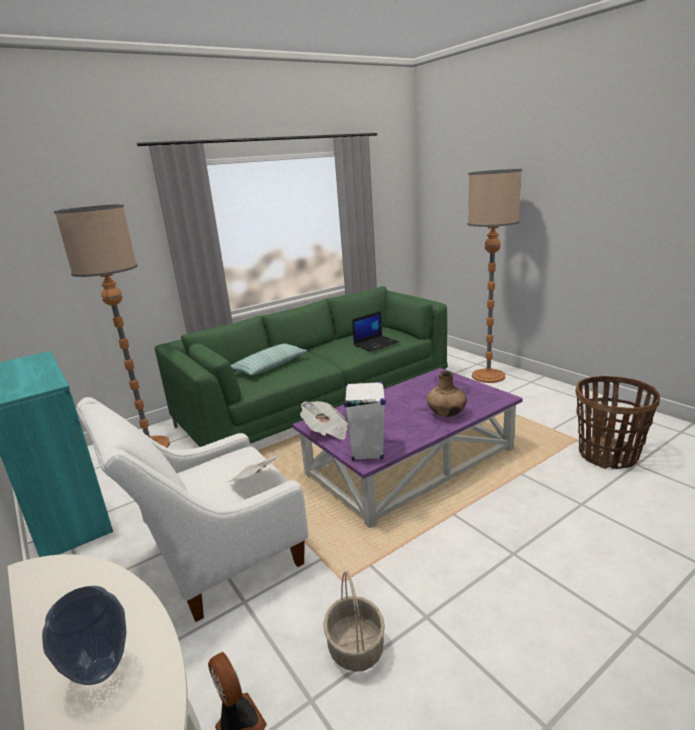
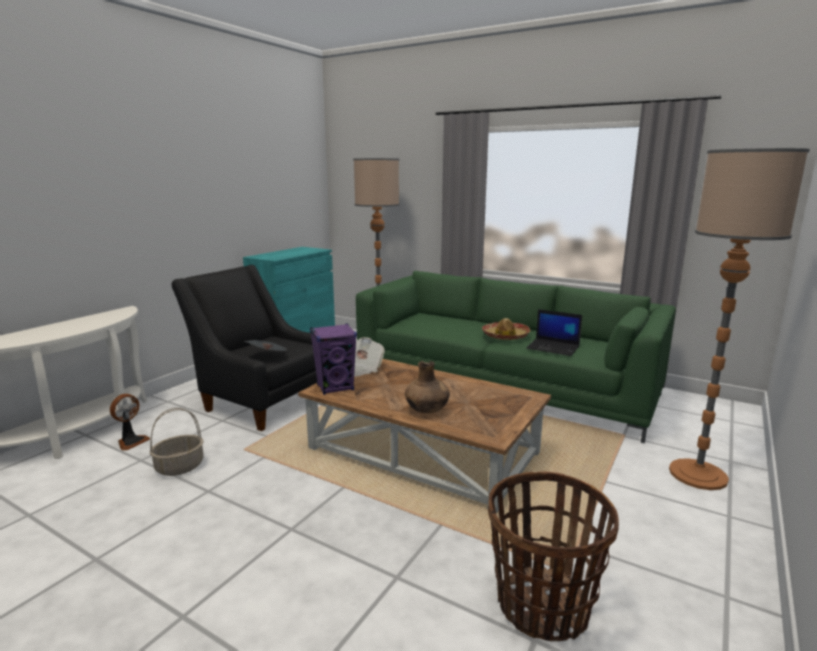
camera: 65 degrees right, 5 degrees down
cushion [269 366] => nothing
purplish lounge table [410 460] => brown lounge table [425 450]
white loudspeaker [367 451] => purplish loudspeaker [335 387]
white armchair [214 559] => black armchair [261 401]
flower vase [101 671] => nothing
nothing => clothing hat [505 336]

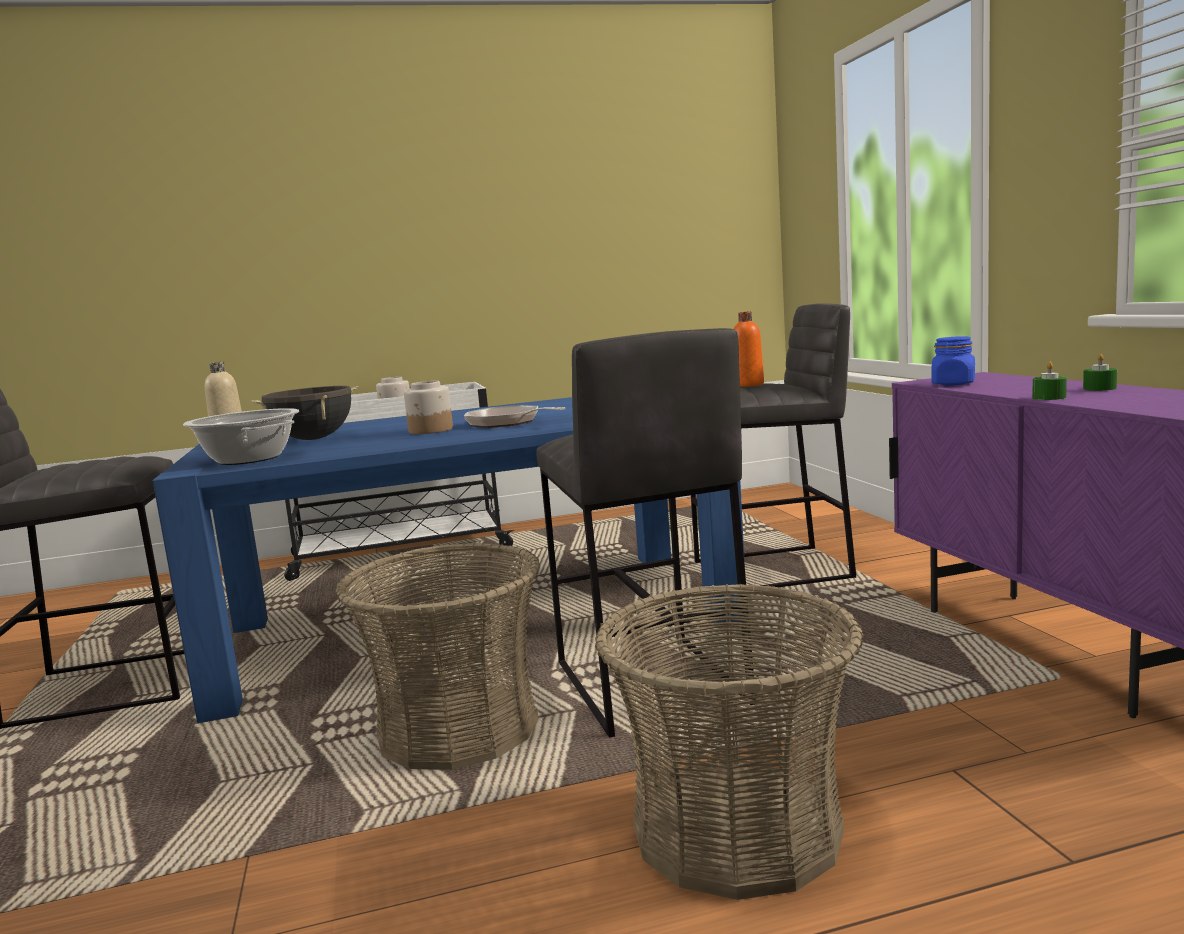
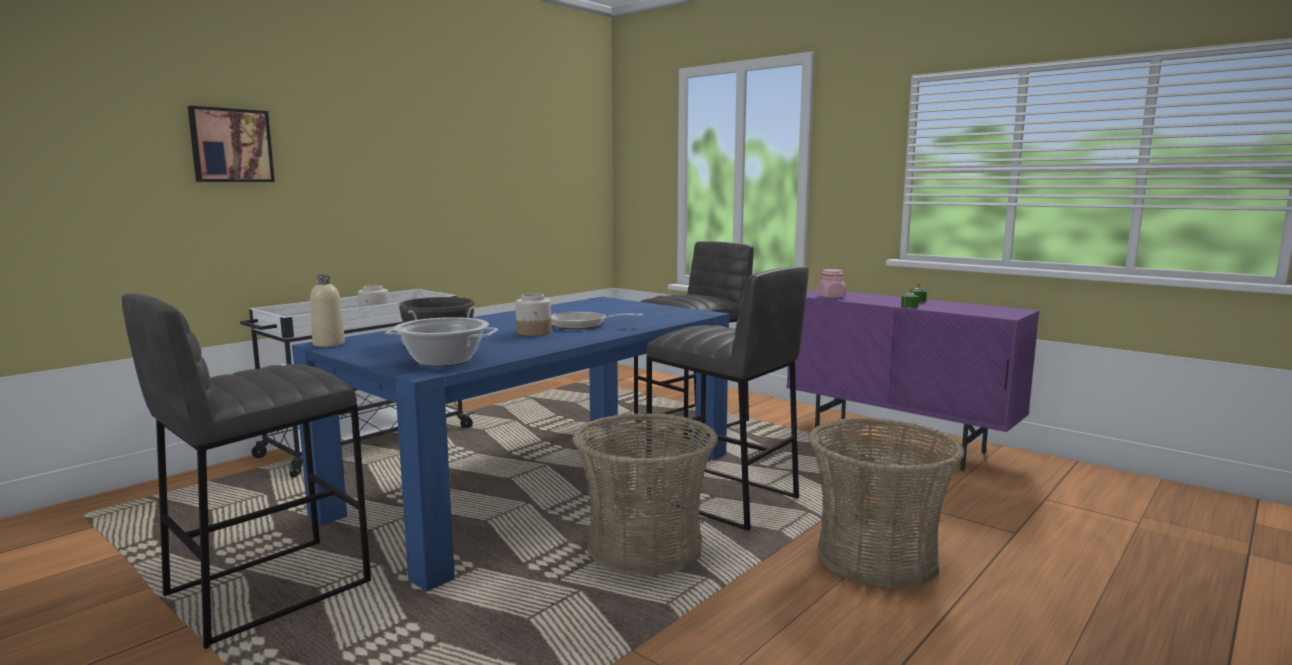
camera: 35 degrees left, 0 degrees up
orange drink bottle [748 385] => nothing
bluish jar [953 384] => pink jar [831 297]
nothing => picture [231 145]

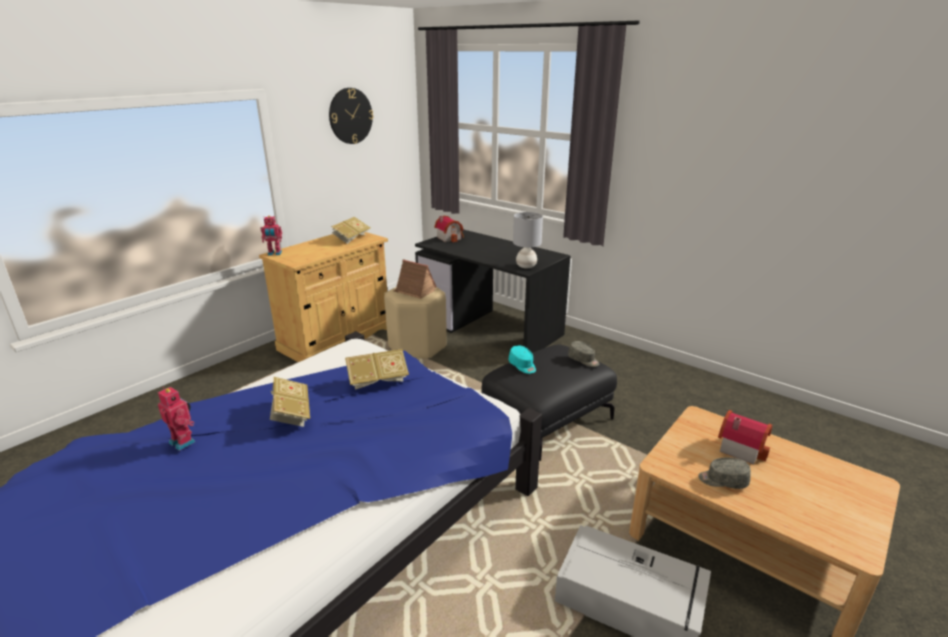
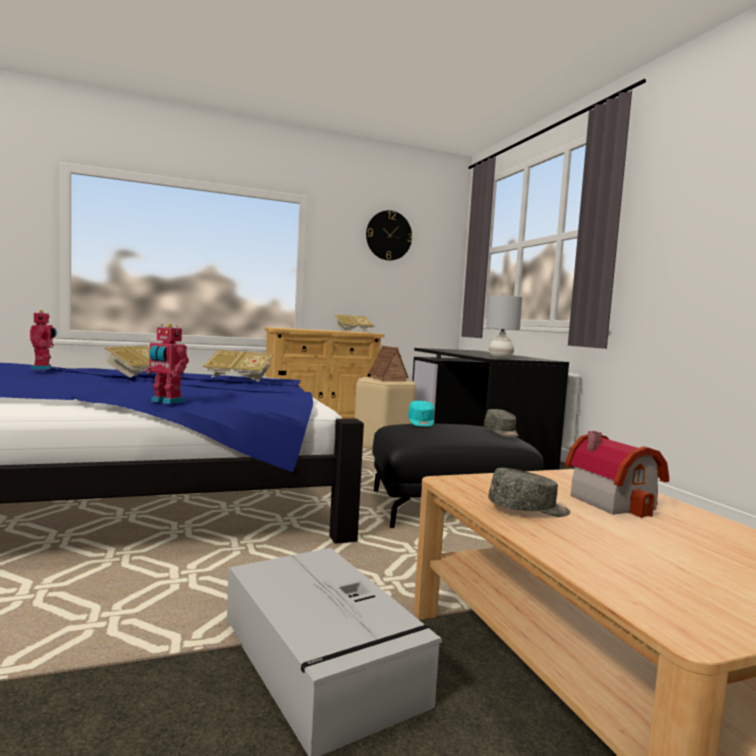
camera: 30 degrees right, 20 degrees down
model house [450 238] => nothing
toy robot [274 254] => toy robot [166 401], shifted
gray cap [723 480] => gray cap [528 509], 135 degrees clockwise

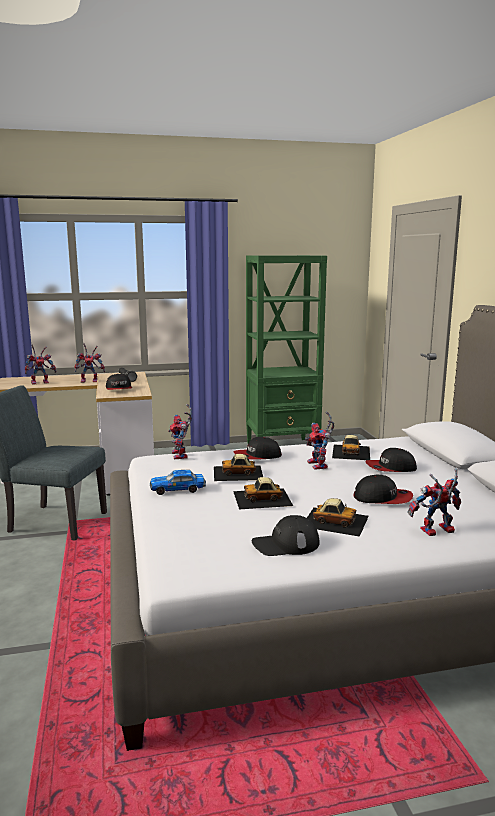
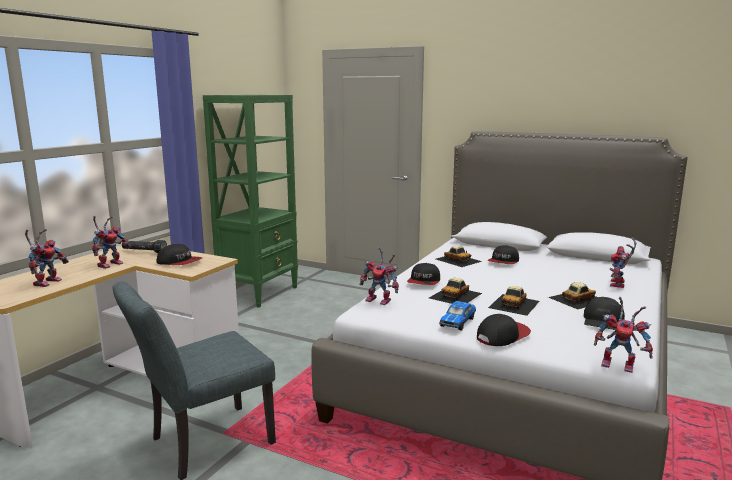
camera: 50 degrees left, 0 degrees up
toy robot [320 466] => toy robot [621 365], shifted
cap [383 498] => cap [502 336], shifted

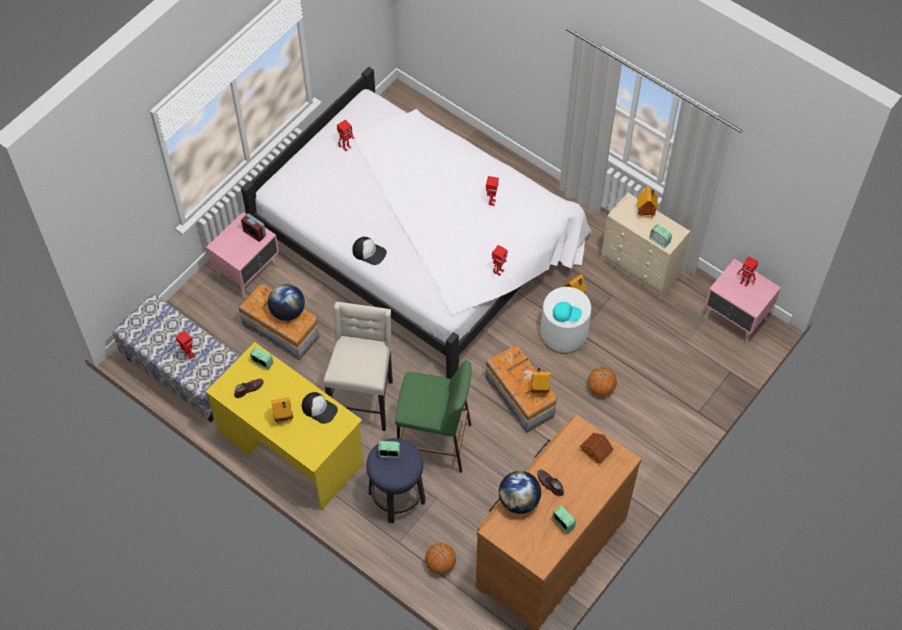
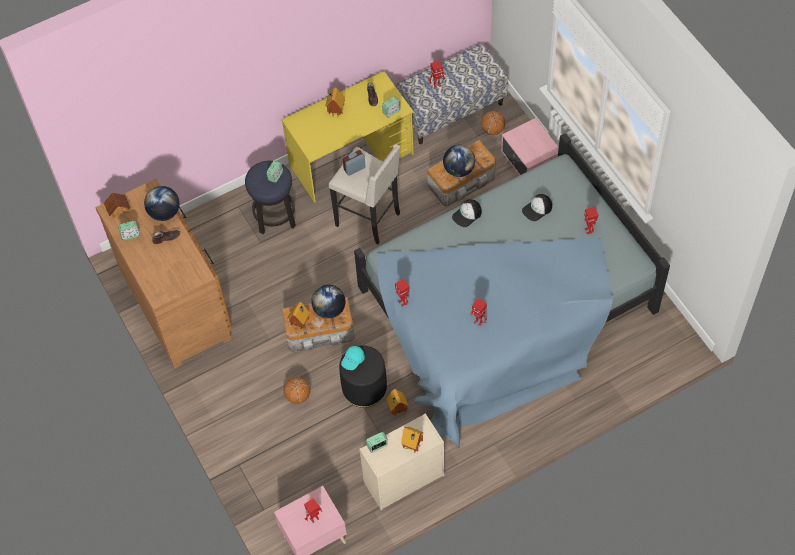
camera: 115 degrees right, 0 degrees up
white sleeping bed [421 244] => bluish sleeping bed [505 309]
bedside clock [254 233] => bedside clock [354 168], shifted
white pouffe [563 333] => black pouffe [364 388]
greenish stool [435 443] => nothing
cap [319 409] => cap [537 209], shifted
model house [595 451] => model house [118 208], shifted
ball for basketball [440 564] => ball for basketball [493 130], shifted
nothing => desk globe [329 310]

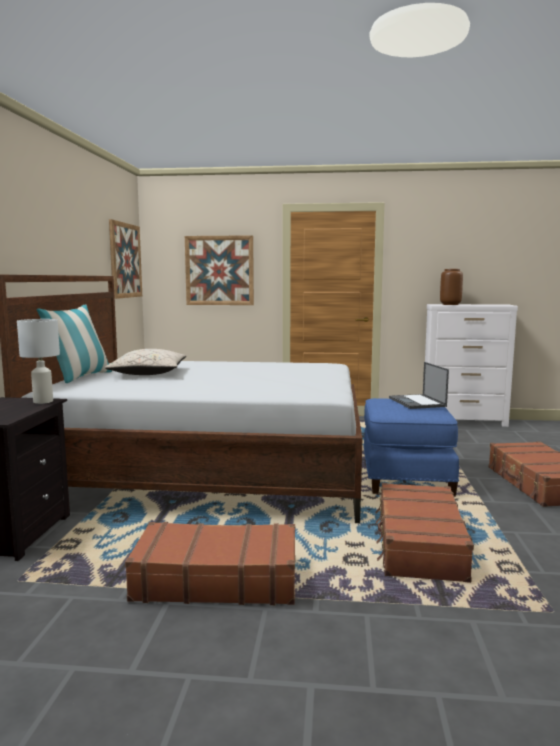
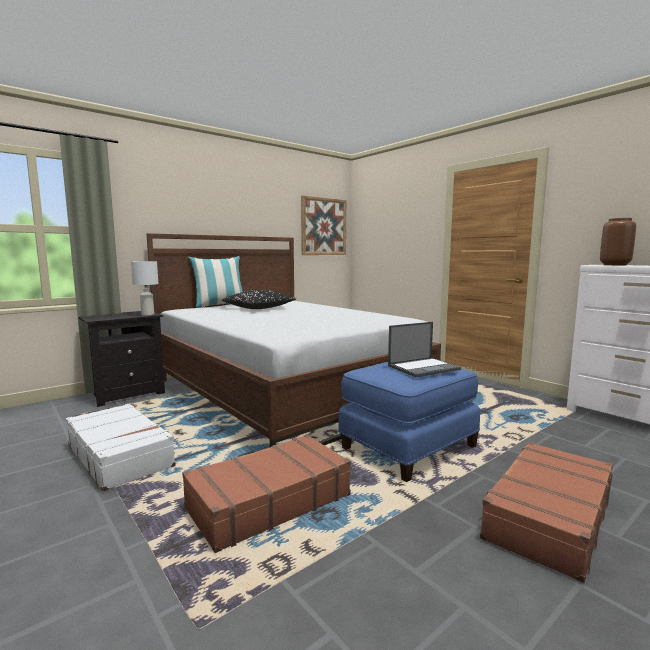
camera: 45 degrees right, 0 degrees up
picture [219 270] => nothing
beige-coloured cushion [148 373] => black cushion [259 308]
notebook computer [417 402] => notebook computer [424 367], 150 degrees counterclockwise
brown suitcase [216 579] => white suitcase [120 455]

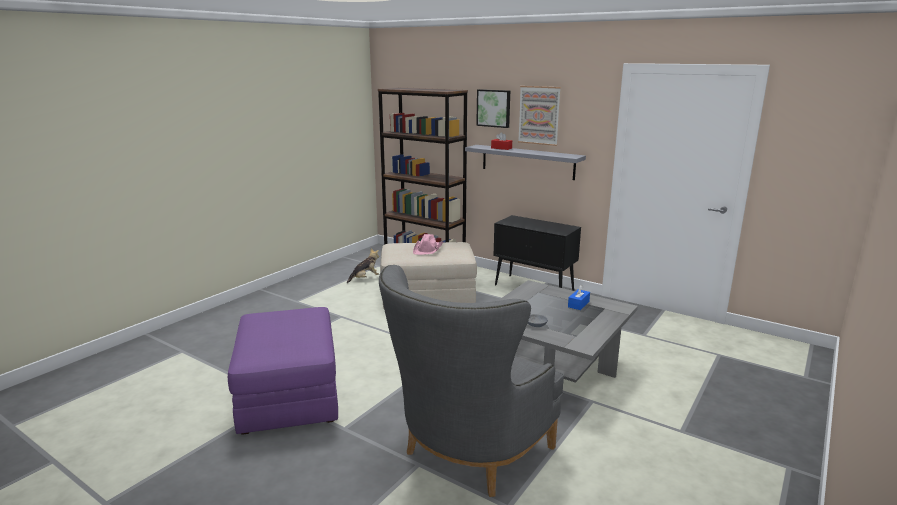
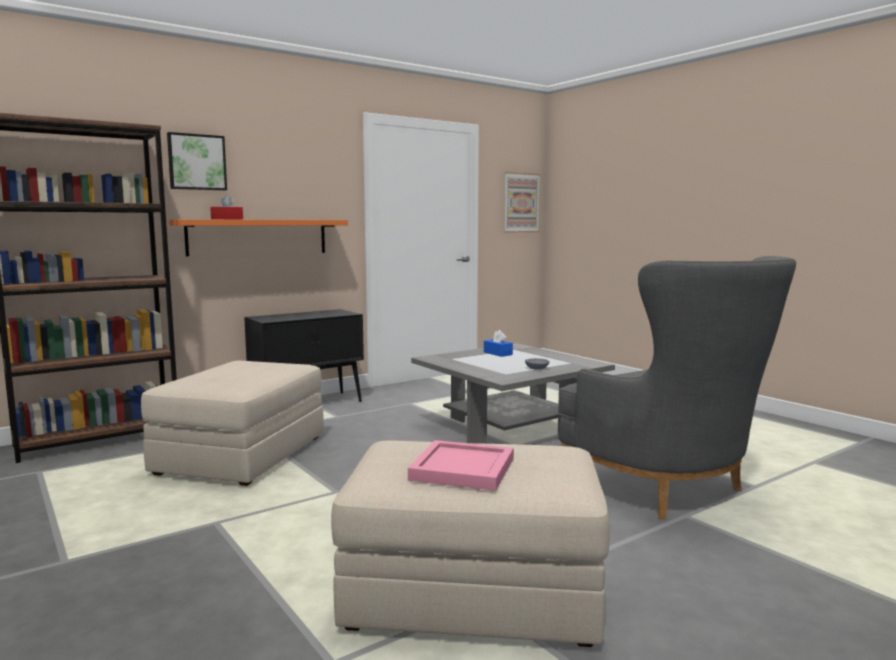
camera: 70 degrees left, 10 degrees down
picture [539 115] => picture [521 202], shifted
gray shelf [527 162] => orange shelf [258 237]
pink clothing hat [428 249] => nothing
cuddly toy [365 278] => nothing
purplish pouffe [289 394] => beige-coloured pouffe [471 591]
nothing => pink carrying tray [463 470]

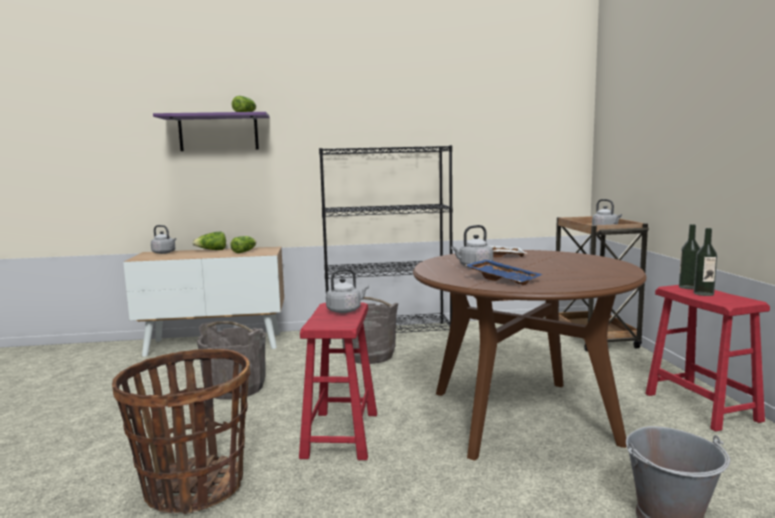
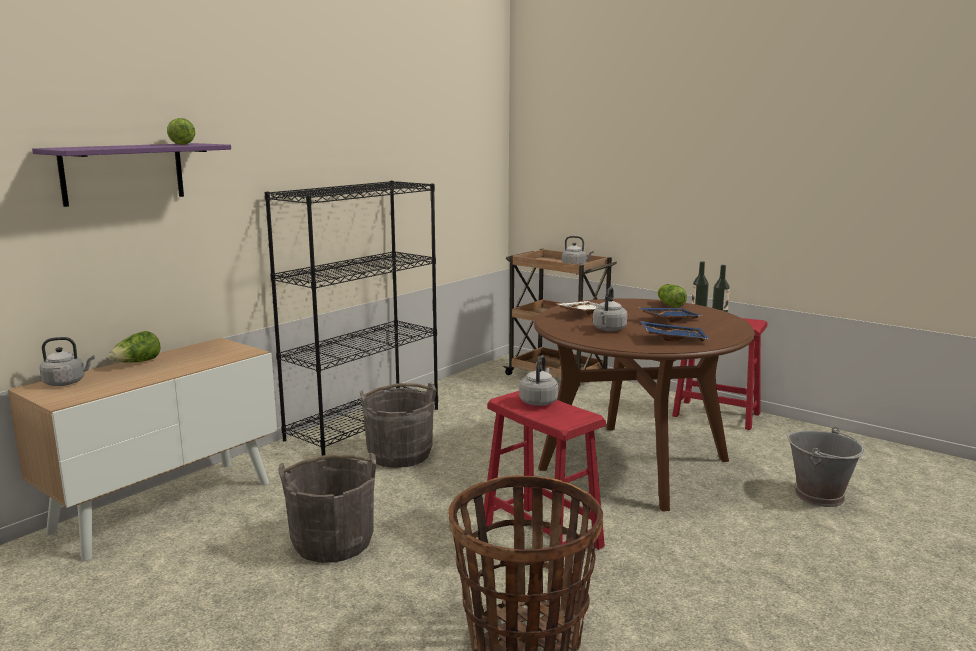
camera: 45 degrees left, 5 degrees up
head of lettuce [245 251] => head of lettuce [669 304], shifted
nothing => bluish carrying tray [669 319]

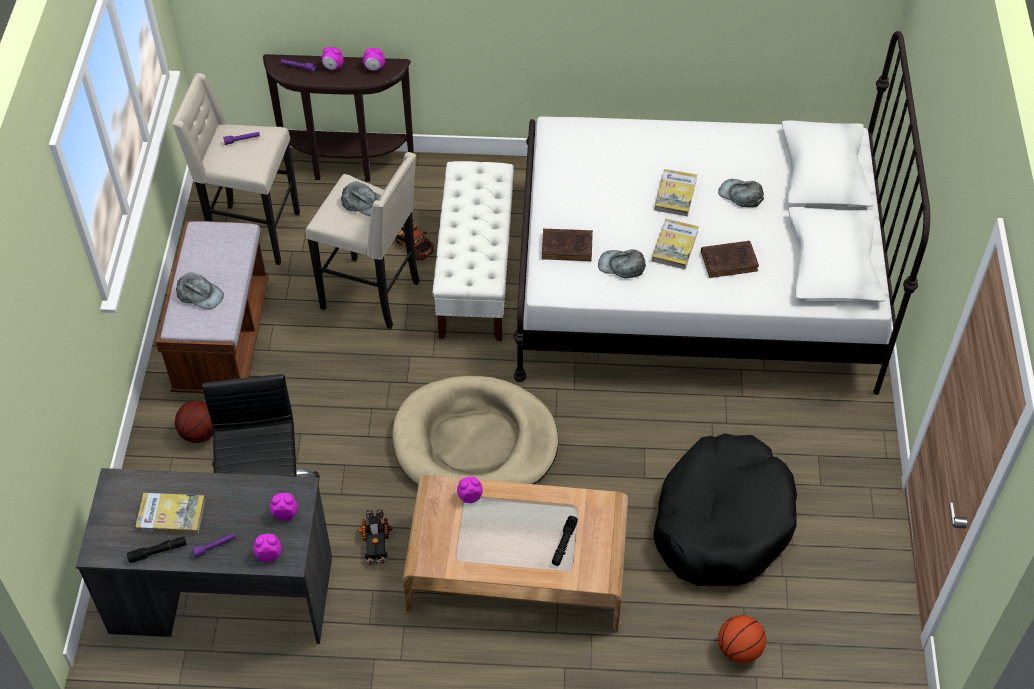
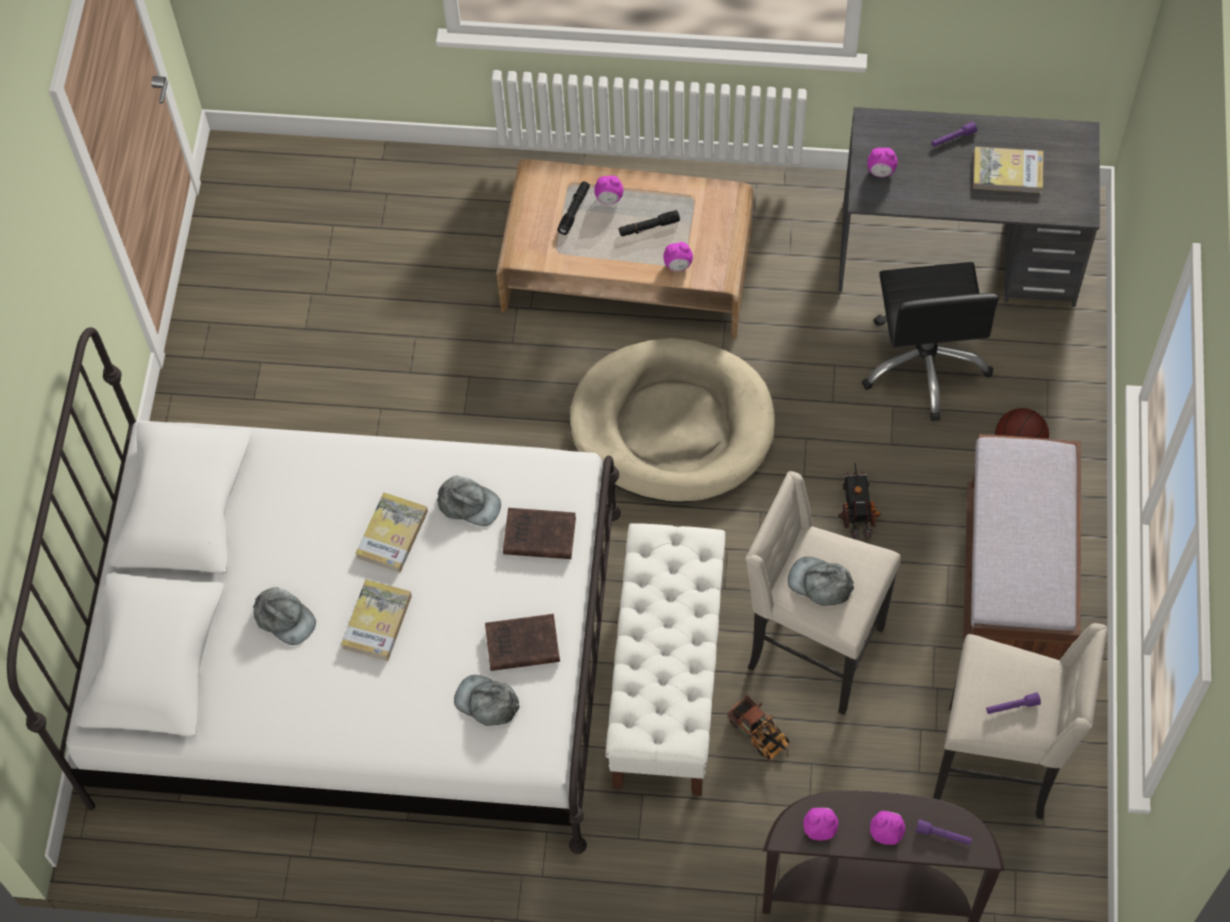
camera: 175 degrees left, 10 degrees up
brown book [730 261] => brown book [520 645], shifted
gray cap [199 295] => gray cap [487 702], shifted
black dog bed [722 521] => nothing
toy lorry [375 542] => toy lorry [858 510], shifted
bedside clock [269 554] => bedside clock [609 198], shifted
black torch [158 552] => black torch [649 227], shifted
ball for basketball [739 650] => nothing

